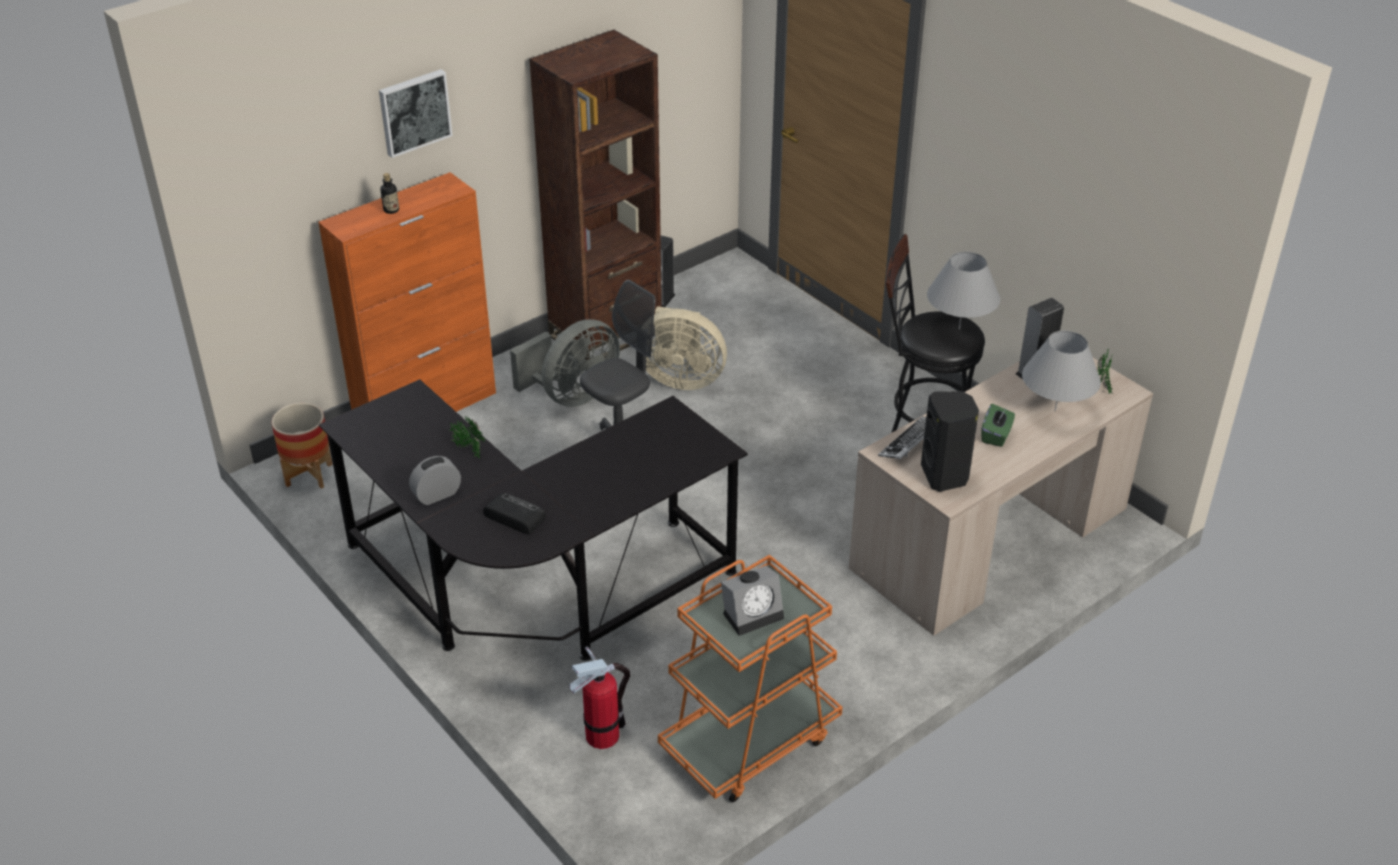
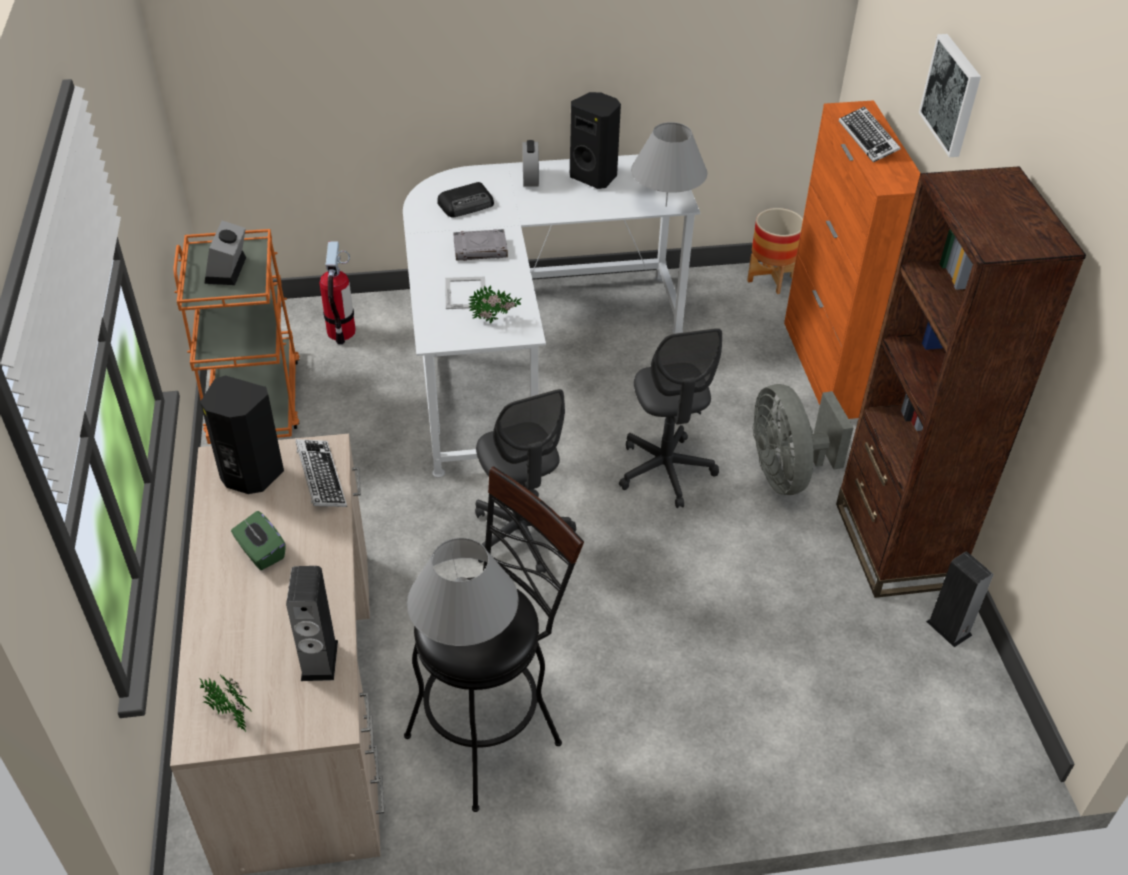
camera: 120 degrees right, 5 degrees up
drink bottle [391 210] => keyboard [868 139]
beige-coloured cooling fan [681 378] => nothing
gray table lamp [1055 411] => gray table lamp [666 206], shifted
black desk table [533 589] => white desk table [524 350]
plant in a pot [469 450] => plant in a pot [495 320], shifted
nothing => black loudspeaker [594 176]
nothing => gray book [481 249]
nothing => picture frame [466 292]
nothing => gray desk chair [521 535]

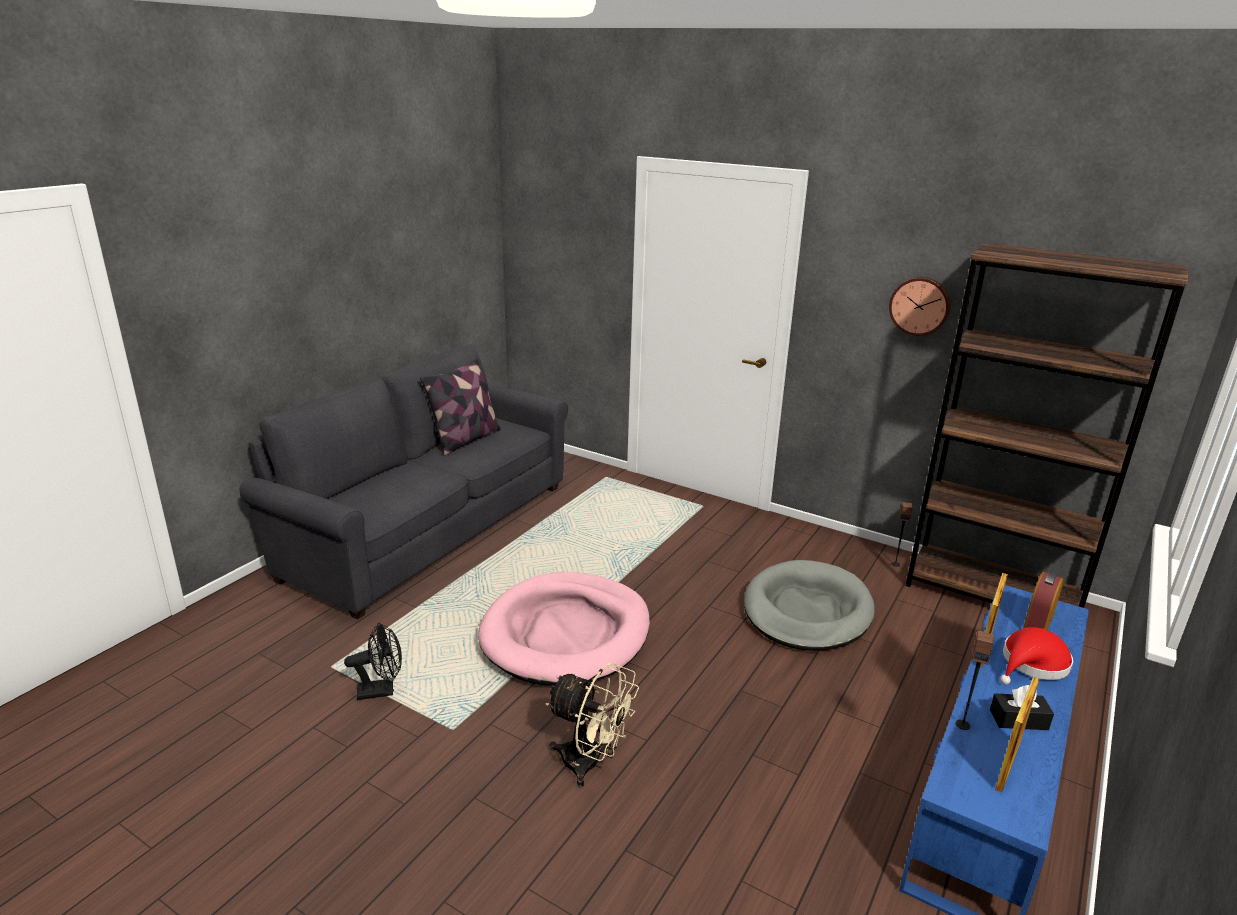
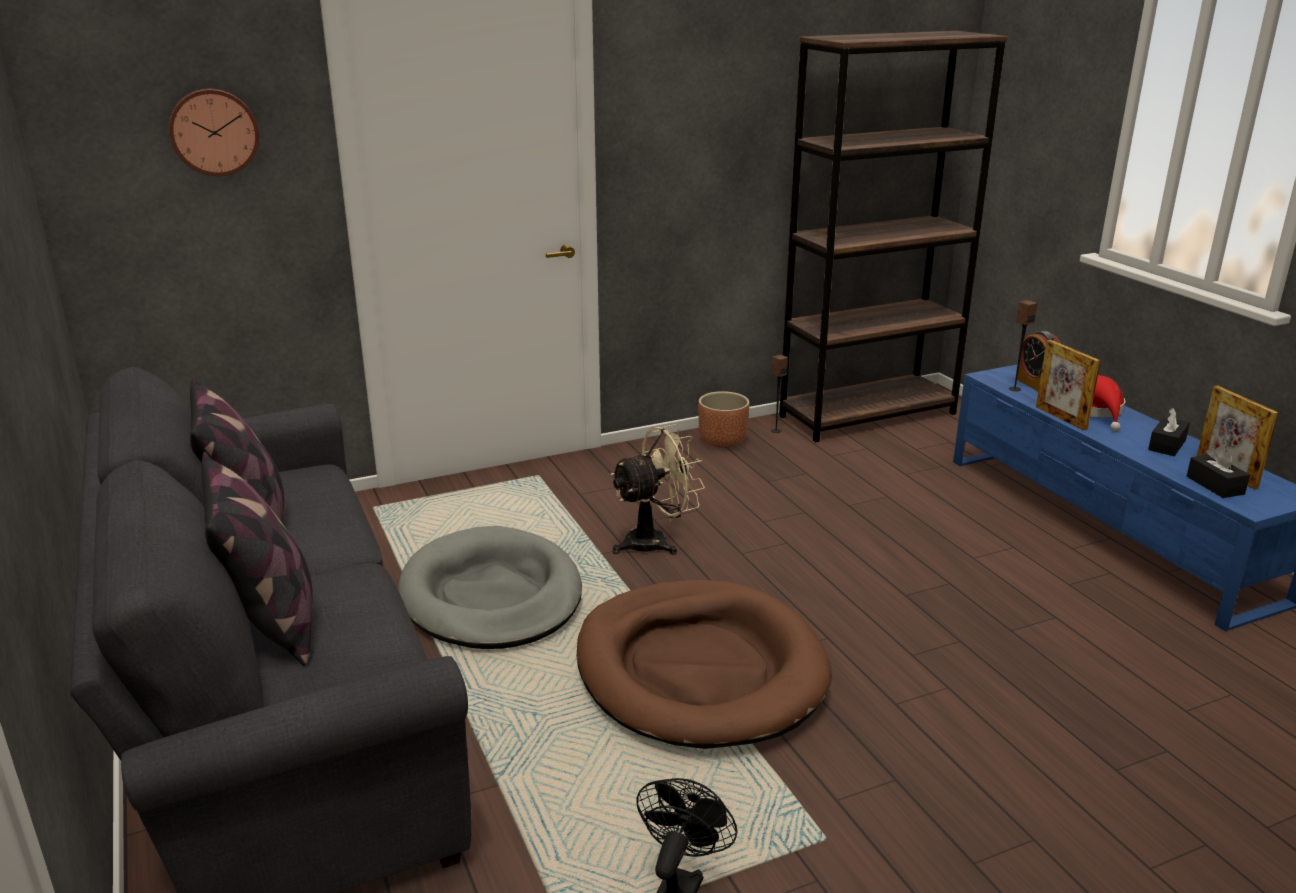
camera: 55 degrees left, 0 degrees up
hanging clock [920 305] => hanging clock [214 132], shifted
gray dog bed [807 611] => gray dog bed [491 596], shifted
pink dog bed [566 633] => brown dog bed [699 670]
loudspeaker [962 724] => loudspeaker [1014 389], shifted
beige-coloured cooling fan [590 764] => beige-coloured cooling fan [655 541], shifted
nothing => brown flower pot [723 441]
nothing => black tissue box [1215 485]
nothing => cushion [272 623]

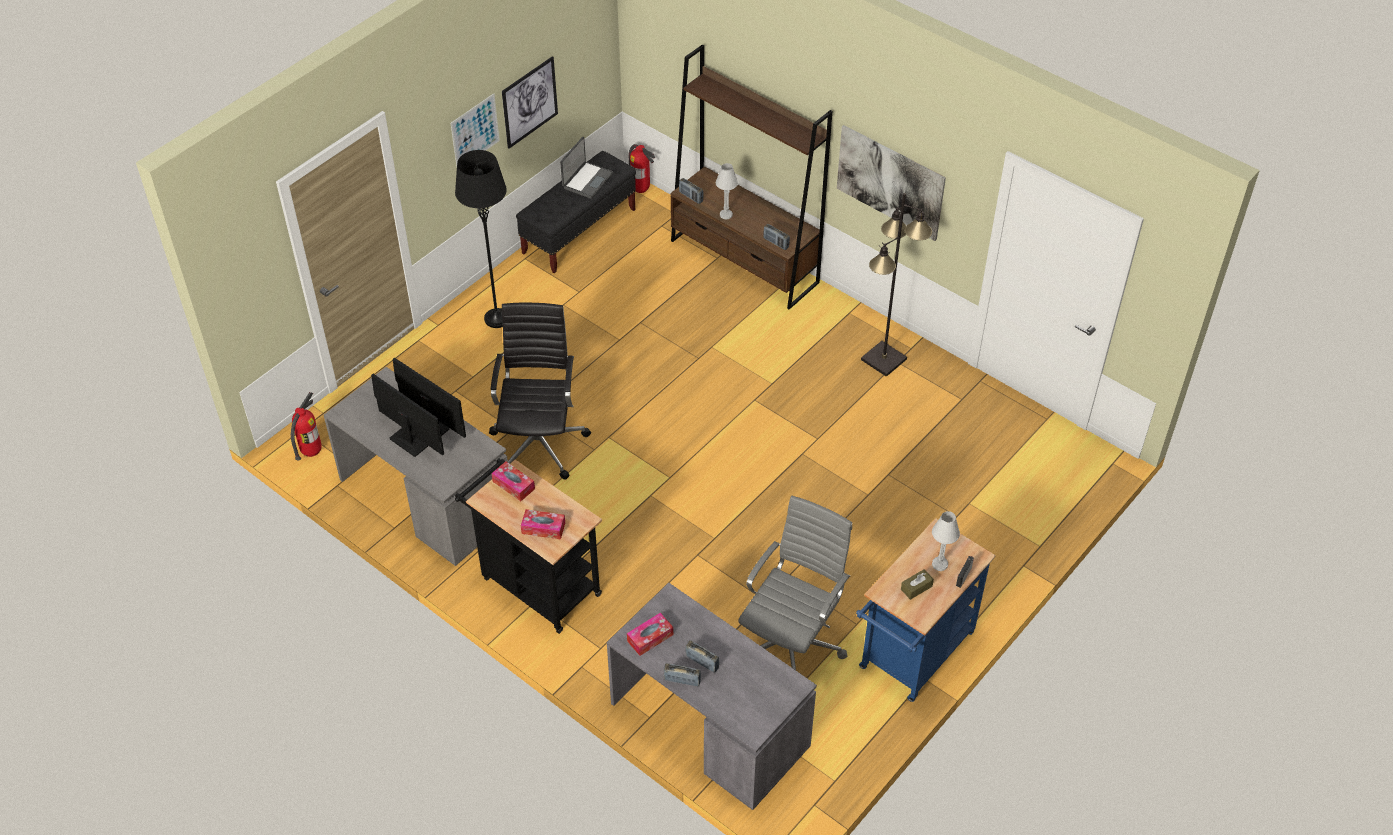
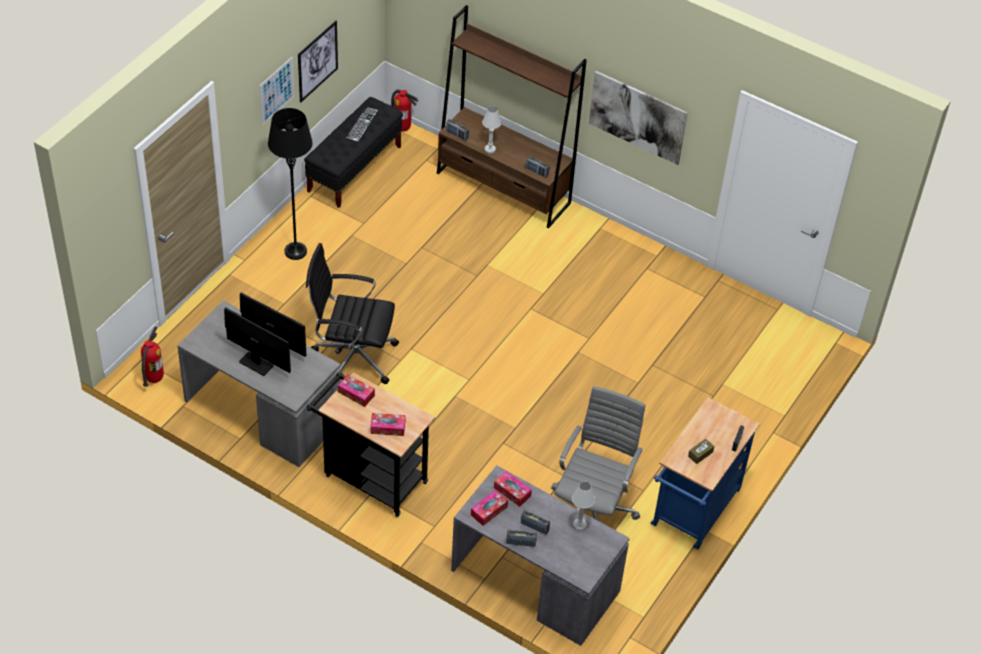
camera: 10 degrees left, 0 degrees up
notebook computer [587 180] => keyboard [362 124]
black standing lamp [883 360] => nothing
black desk chair [539 442] => black desk chair [352 357], 75 degrees counterclockwise
white table lamp [939 564] => white table lamp [579 525], shifted
nothing => tissue box [512 492]

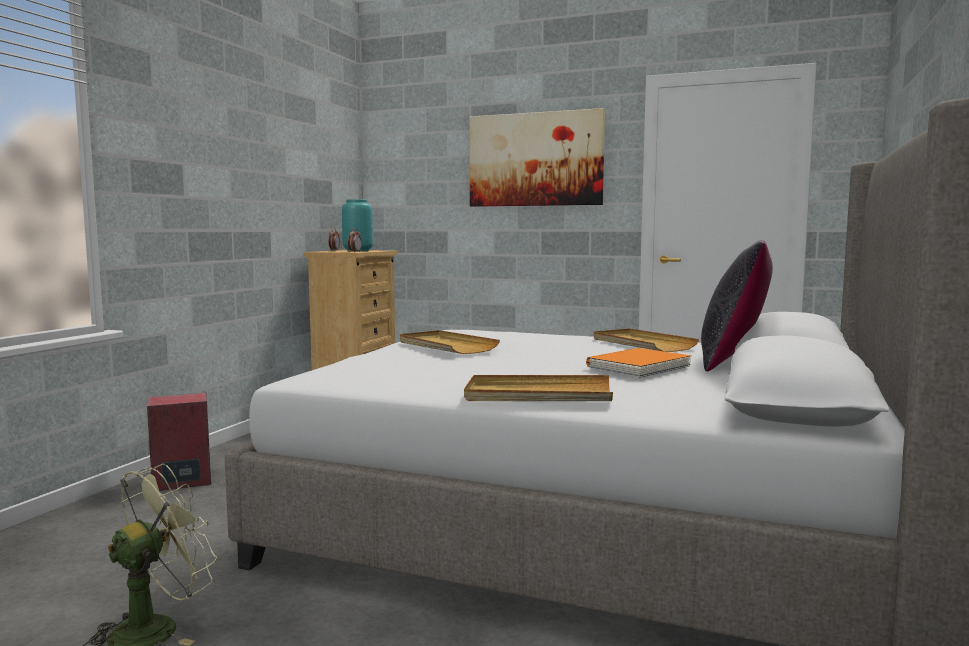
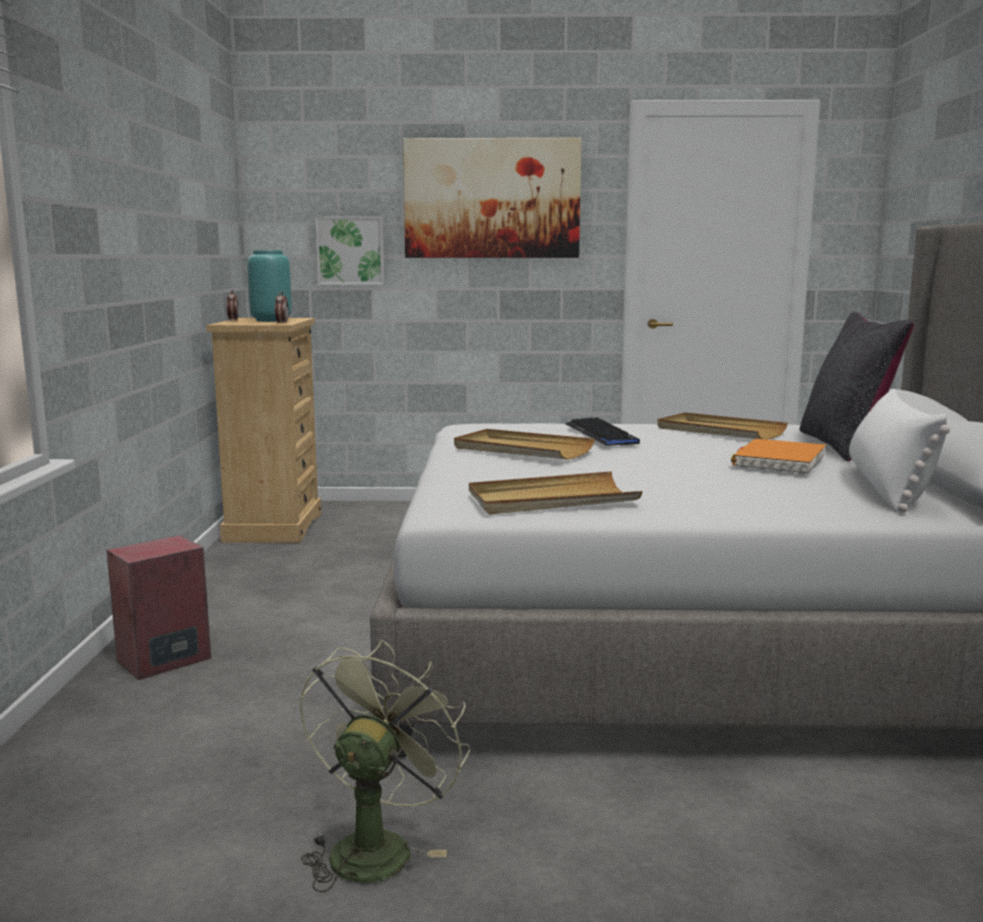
camera: 20 degrees left, 5 degrees up
beige-coloured carrying tray [538 395] => beige-coloured carrying tray [551 500], shifted
nothing => picture [350 251]
nothing => white cushion [887 487]
nothing => keyboard [601 434]

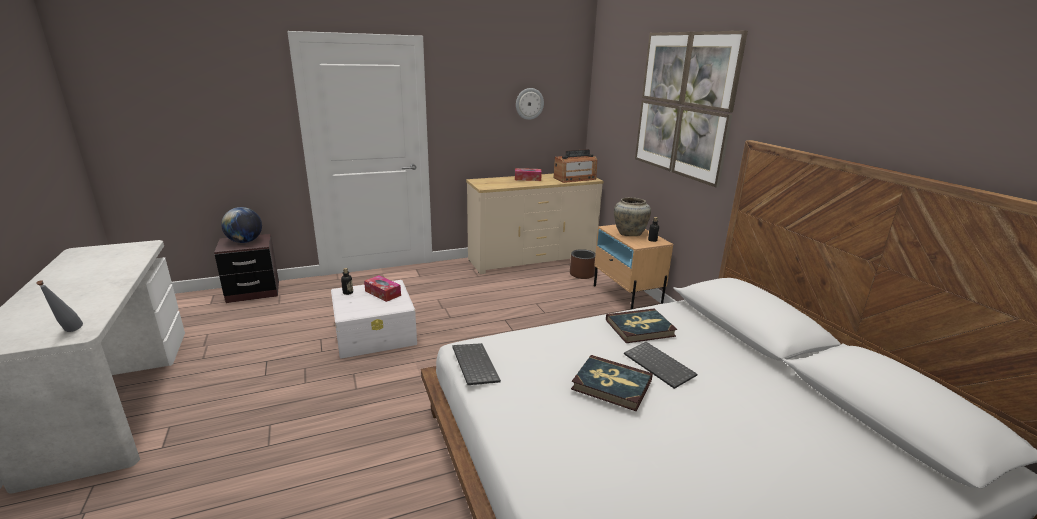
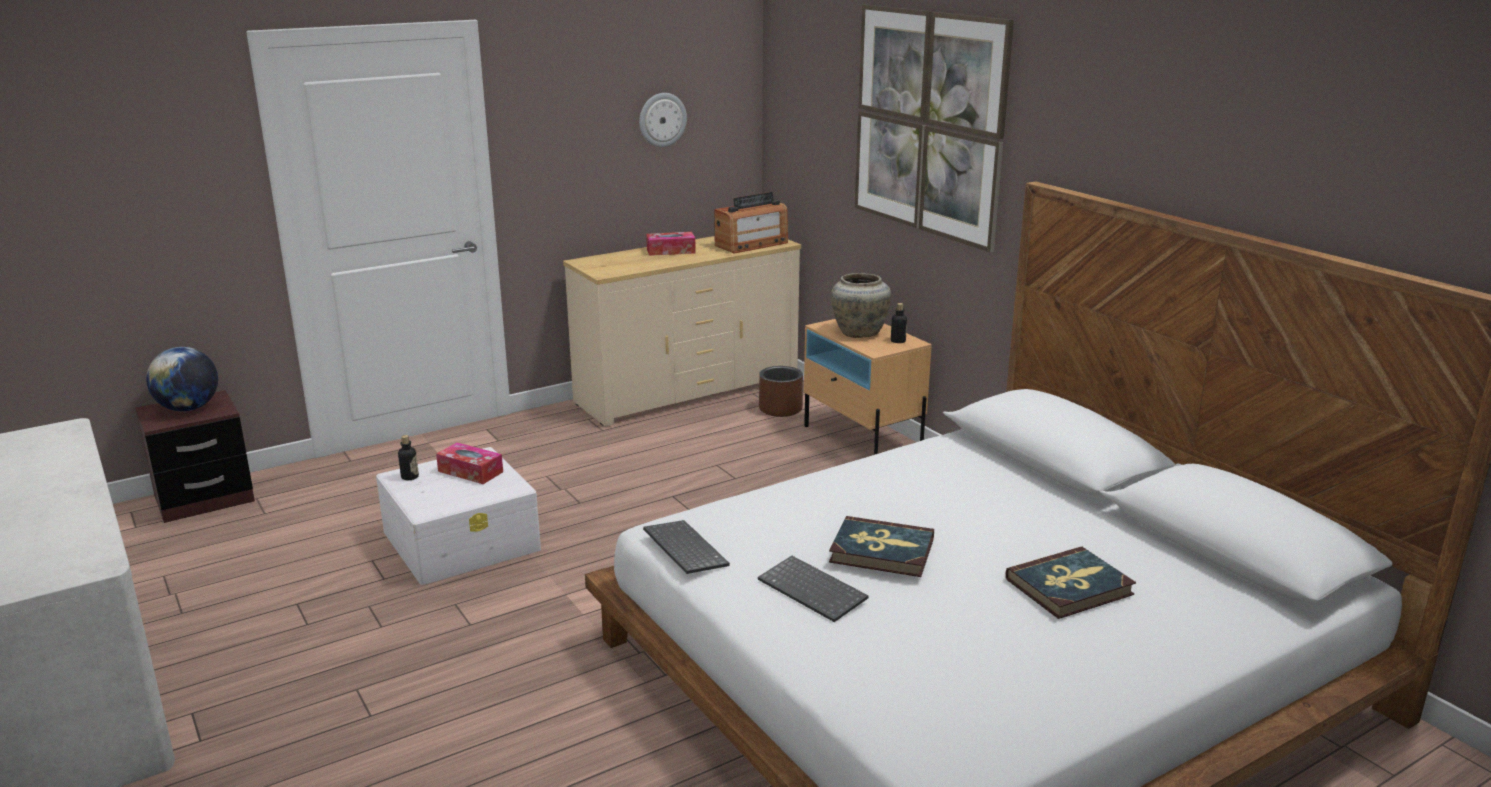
camera: 10 degrees left, 0 degrees up
gray drink bottle [69 333] => nothing
book [640 328] => book [1069 587], shifted
keyboard [660 366] => keyboard [814 590], shifted

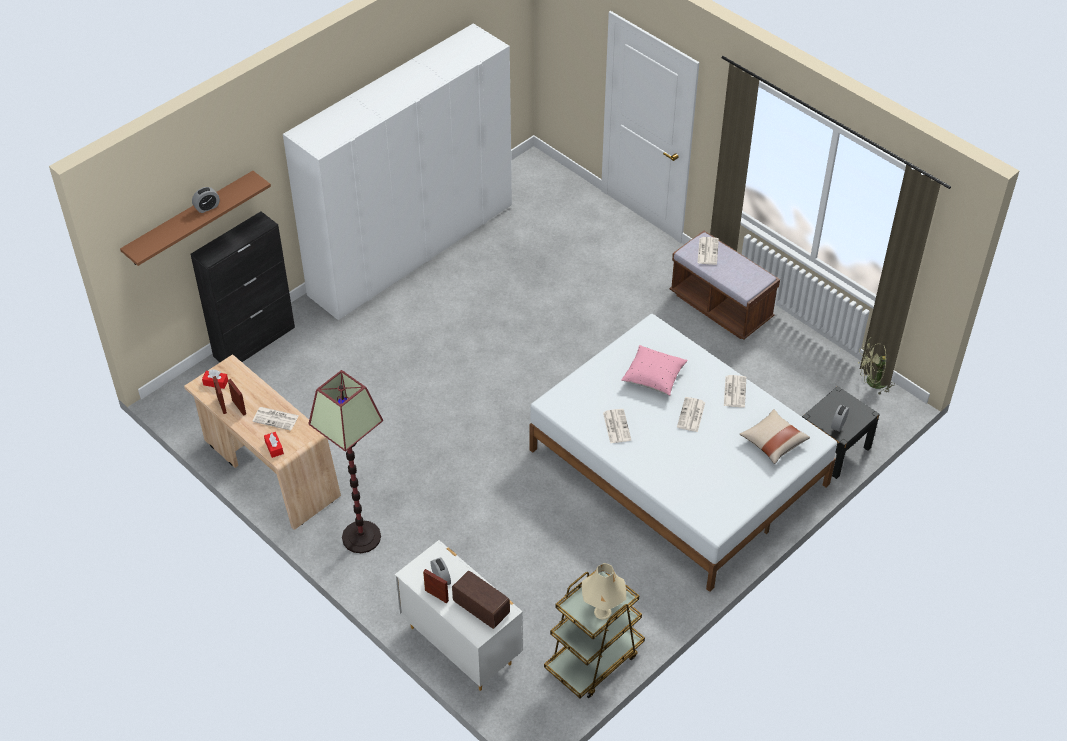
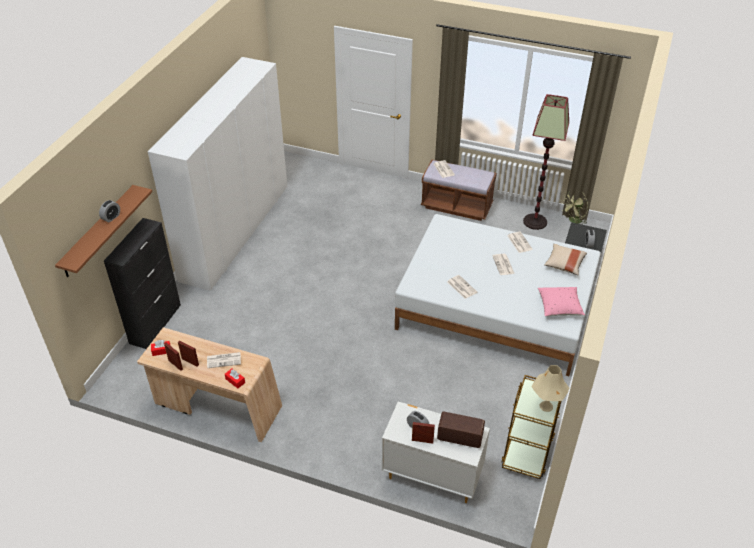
camera: 25 degrees left, 5 degrees down
pink cushion [653 377] => pink cushion [559 307], shifted
standing lamp [362 537] => standing lamp [535 221], shifted

